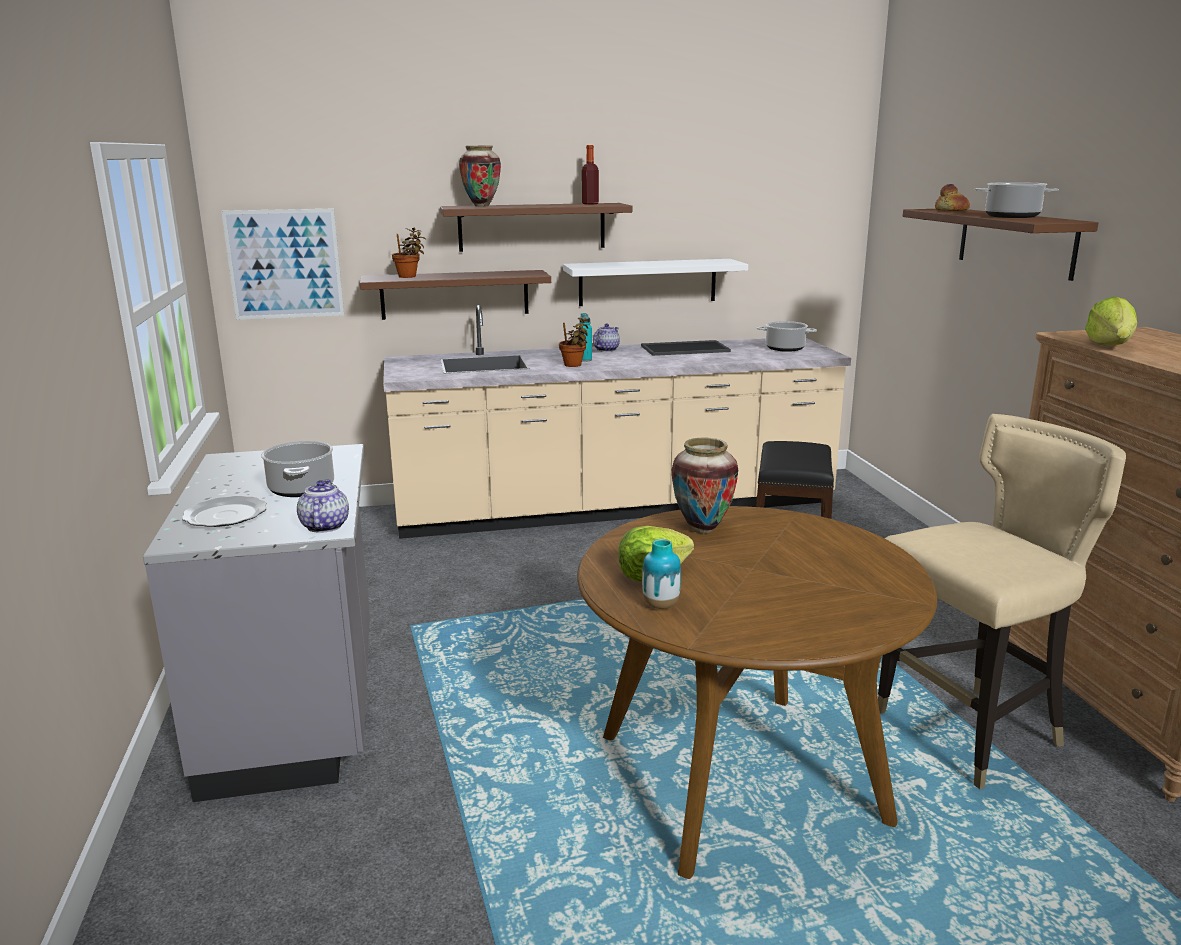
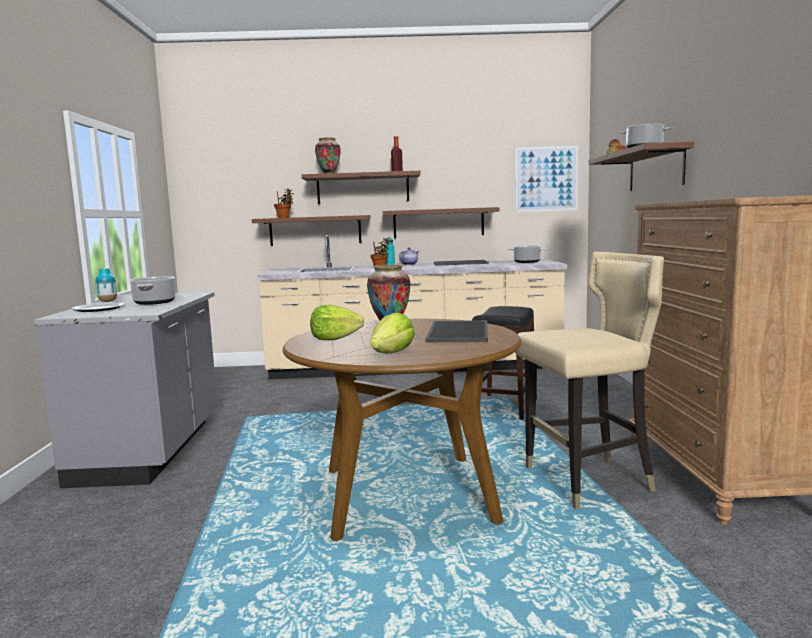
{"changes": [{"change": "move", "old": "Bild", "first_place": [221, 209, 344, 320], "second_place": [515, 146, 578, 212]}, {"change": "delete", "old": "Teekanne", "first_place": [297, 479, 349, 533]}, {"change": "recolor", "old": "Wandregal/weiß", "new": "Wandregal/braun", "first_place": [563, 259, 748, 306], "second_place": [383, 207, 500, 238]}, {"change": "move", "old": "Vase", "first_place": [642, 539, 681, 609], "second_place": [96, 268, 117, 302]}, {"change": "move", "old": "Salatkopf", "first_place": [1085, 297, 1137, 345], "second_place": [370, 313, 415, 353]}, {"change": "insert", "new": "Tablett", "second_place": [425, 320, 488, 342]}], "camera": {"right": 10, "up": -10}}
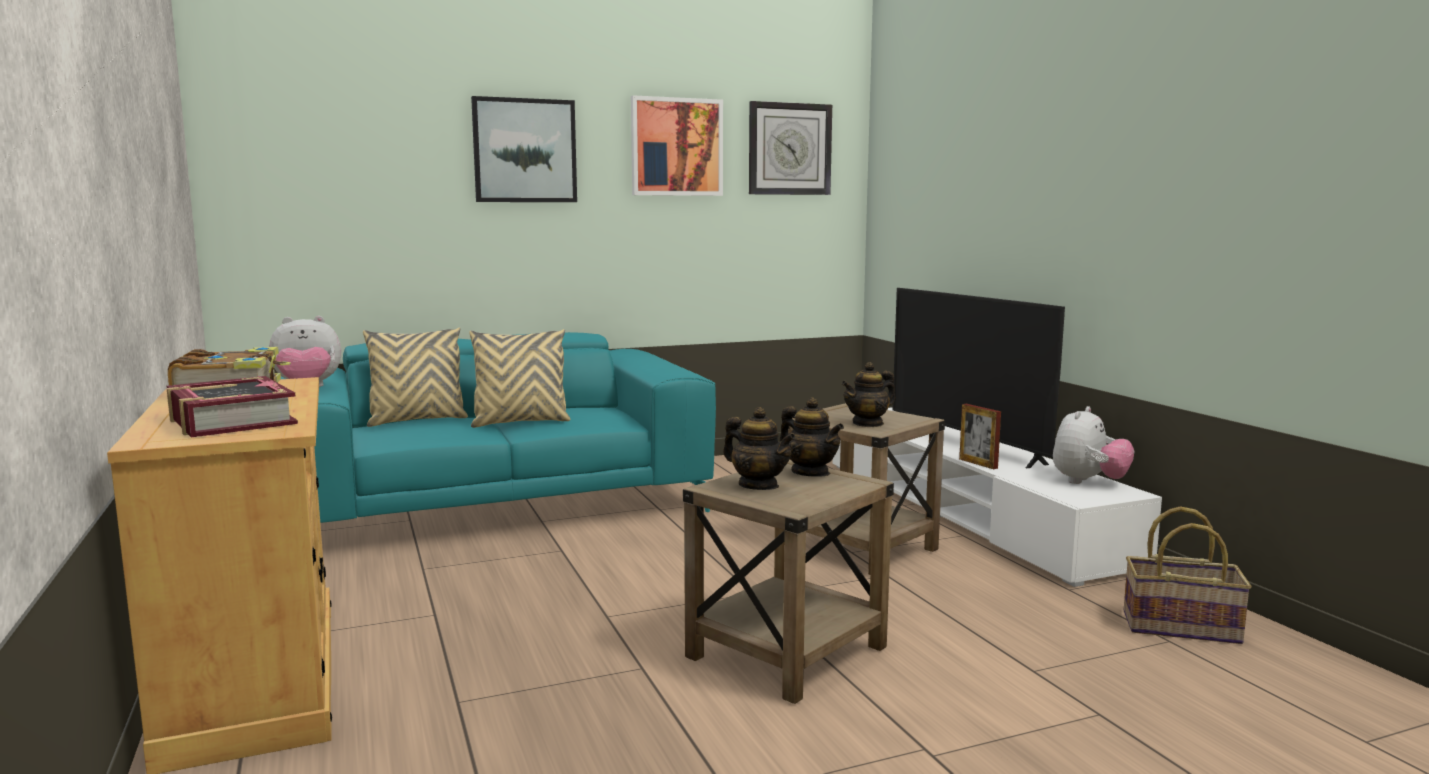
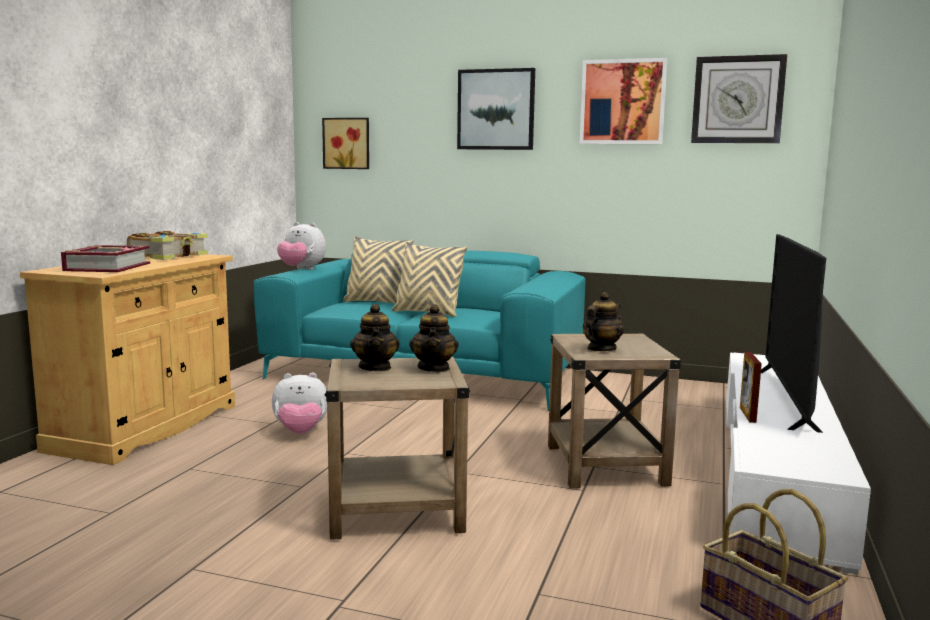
{"changes": [{"change": "rotate", "old": "Teekanne", "first_place": [841, 362, 896, 427], "second_place": [583, 292, 624, 351], "degrees": 120}, {"change": "move", "old": "Plüschtier", "first_place": [1053, 406, 1134, 484], "second_place": [272, 372, 327, 434]}, {"change": "insert", "new": "Bild", "second_place": [322, 118, 369, 169]}], "camera": {"right": 40, "up": 0}}
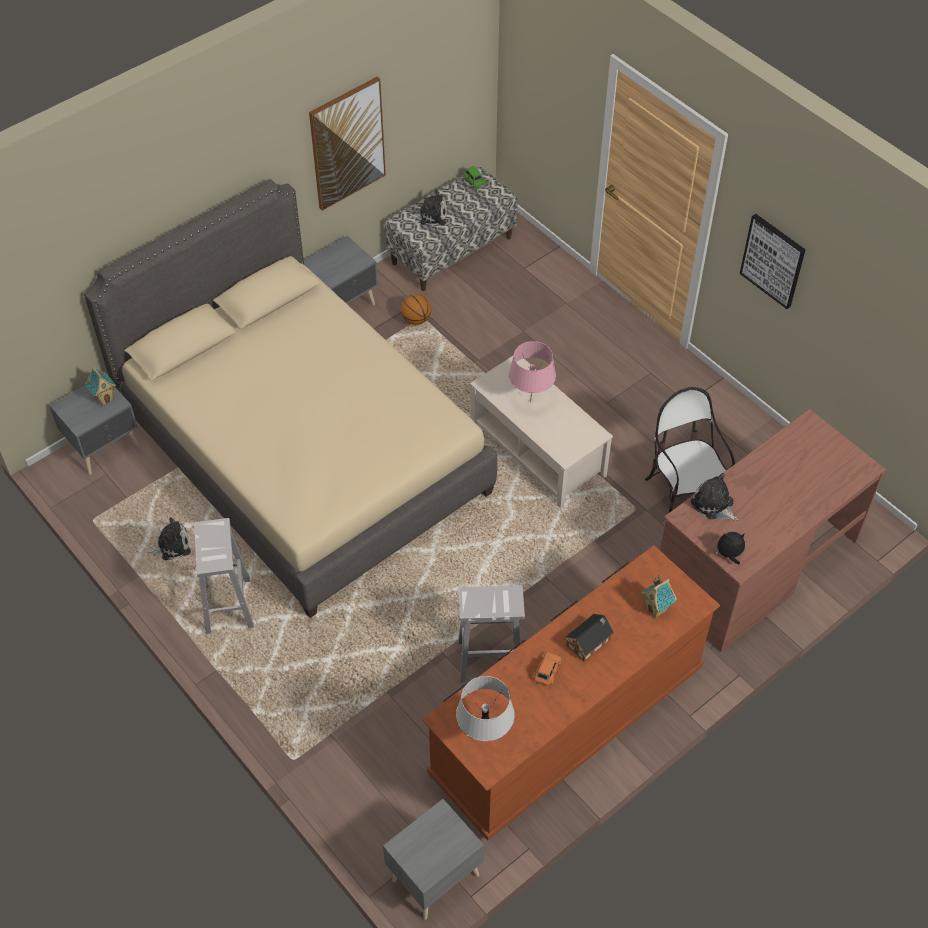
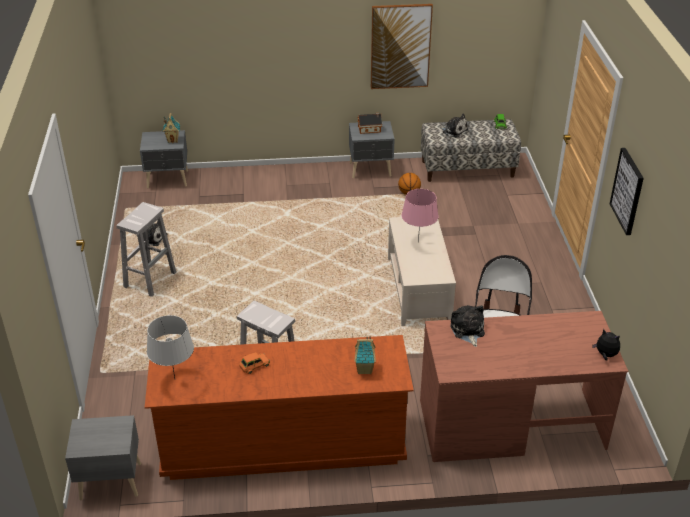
{"changes": [{"change": "delete", "old": "Bett/beige", "first_place": [84, 179, 497, 618]}, {"change": "move", "old": "Spielzeughaus", "first_place": [566, 614, 614, 662], "second_place": [358, 113, 382, 134]}, {"change": "move", "old": "Plüschtier", "first_place": [716, 532, 745, 564], "second_place": [593, 329, 620, 361]}], "camera": {"right": 35, "up": -15}}
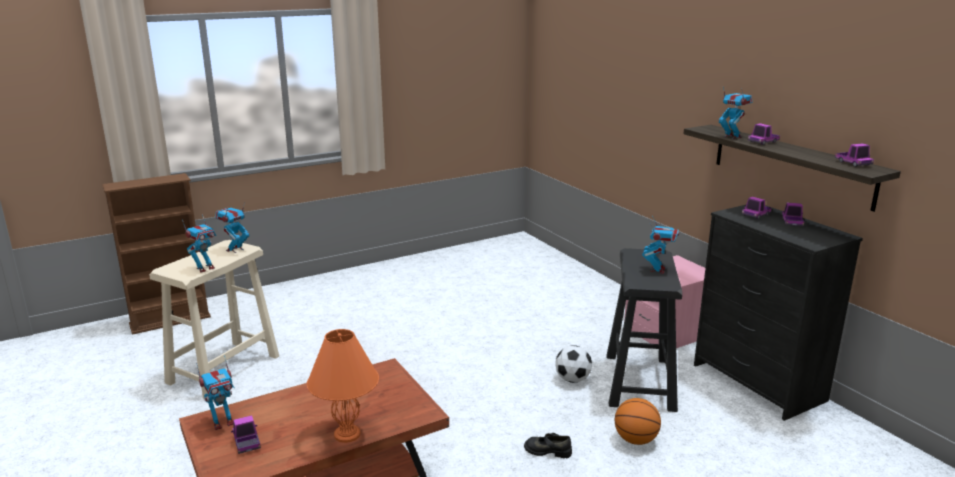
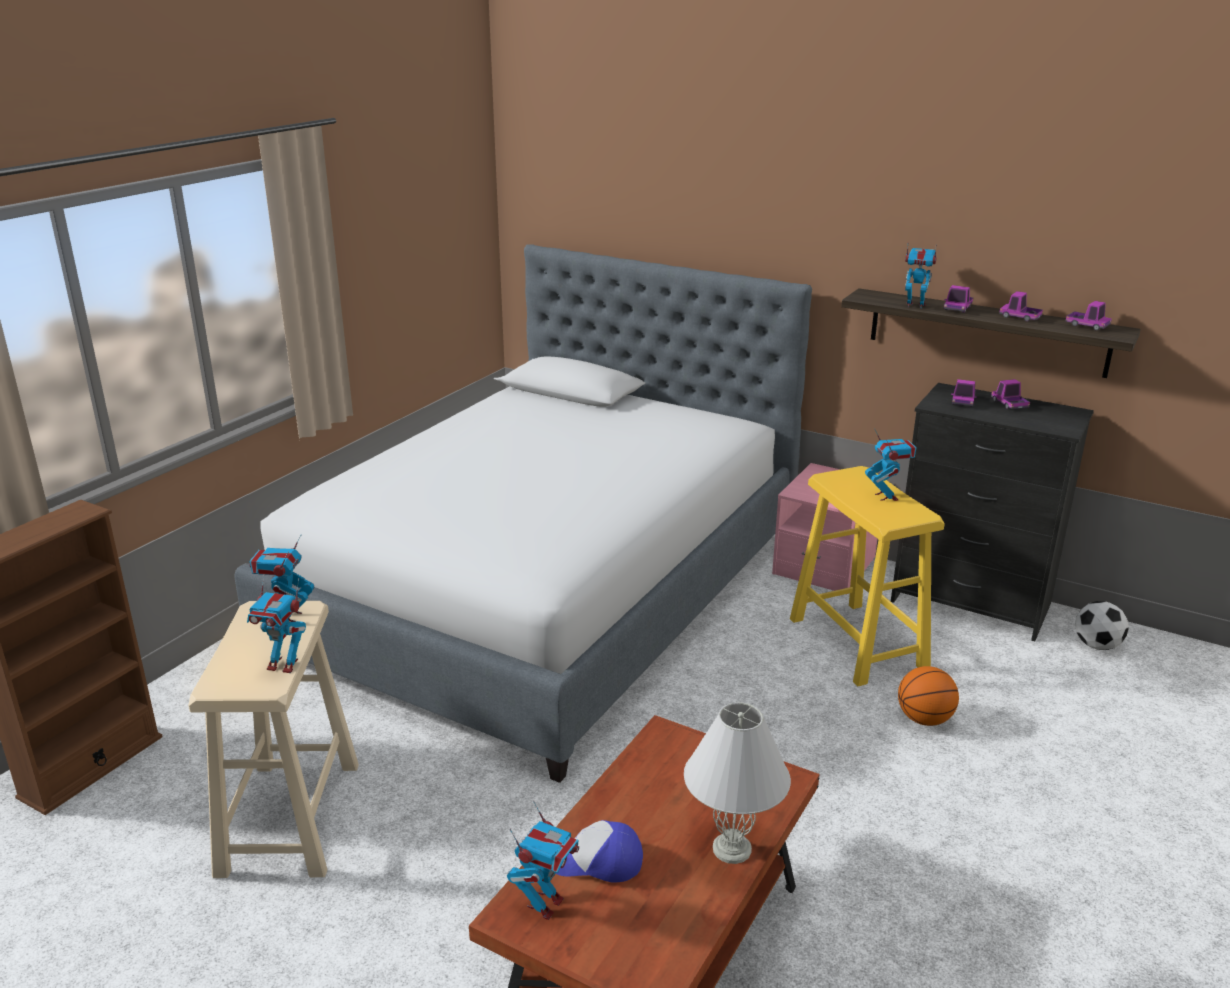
{"changes": [{"change": "rotate", "old": "Spielzeugroboter", "first_place": [182, 214, 216, 273], "second_place": [247, 574, 306, 673], "degrees": 90}, {"change": "move", "old": "Spielzeuglaster", "first_place": [231, 415, 261, 454], "second_place": [999, 291, 1043, 321]}, {"change": "recolor", "old": "Tischlampe/orange", "new": "Tischlampe/weiß", "first_place": [307, 329, 379, 443], "second_place": [684, 703, 791, 864]}, {"change": "delete", "old": "Schuh/schwarz", "first_place": [524, 433, 572, 458]}, {"change": "move", "old": "Fußball", "first_place": [555, 345, 592, 383], "second_place": [1075, 601, 1129, 650]}, {"change": "recolor", "old": "Hocker/schwarz", "new": "Hocker/gelb", "first_place": [606, 248, 682, 412], "second_place": [790, 466, 945, 687]}, {"change": "insert", "new": "Bett", "second_place": [234, 244, 812, 783]}, {"change": "insert", "new": "Kappe", "second_place": [556, 820, 643, 883]}], "camera": {"right": -30, "up": 5}}
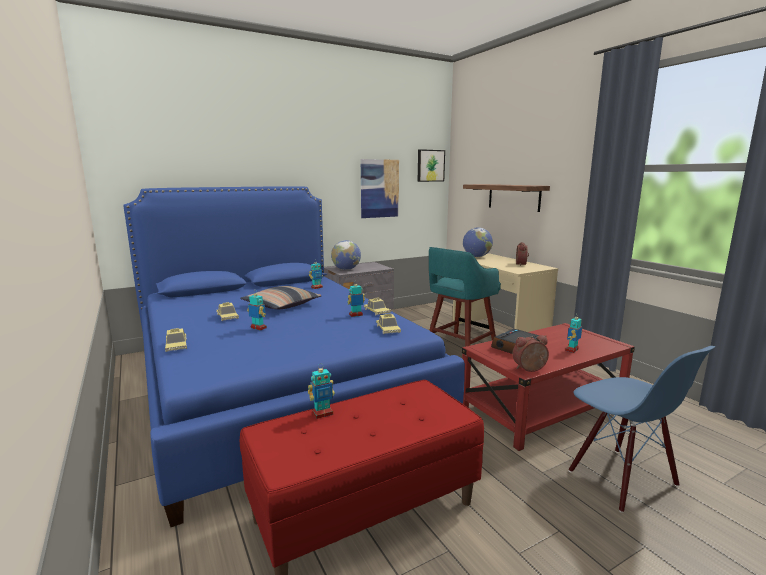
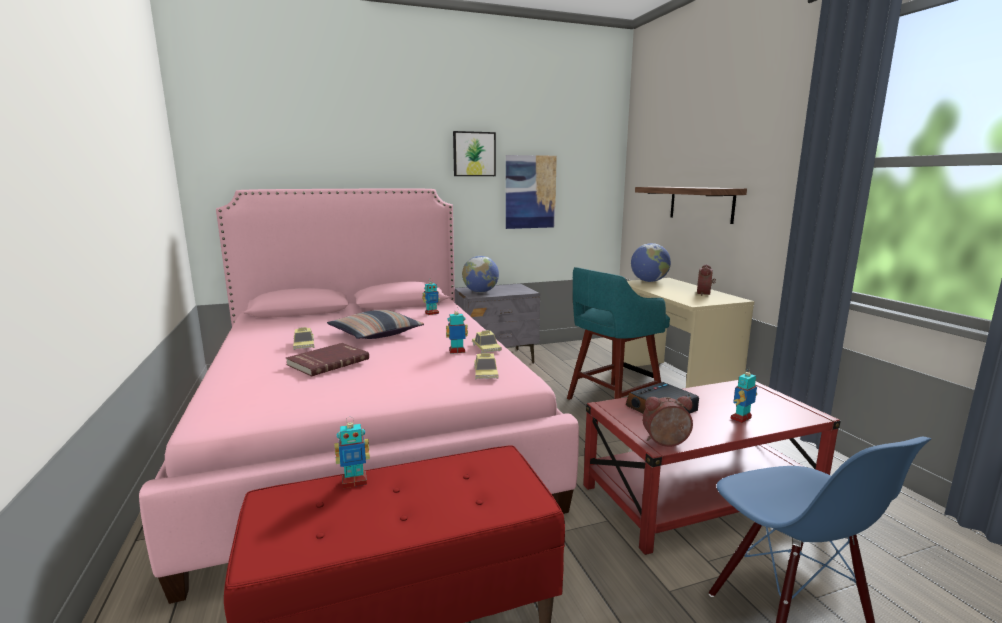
{"changes": [{"change": "recolor", "old": "Bett/blau", "new": "Bett/rosa", "first_place": [123, 186, 465, 527], "second_place": [139, 188, 579, 604]}, {"change": "delete", "old": "Spielzeugauto", "first_place": [165, 328, 187, 352]}, {"change": "replace", "old": "Spielzeugroboter", "new": "Buch/rot", "first_place": [247, 293, 267, 330], "second_place": [286, 343, 369, 377]}, {"change": "move", "old": "Bild", "first_place": [418, 149, 445, 182], "second_place": [453, 131, 496, 176]}], "camera": {"right": 10, "up": 0}}
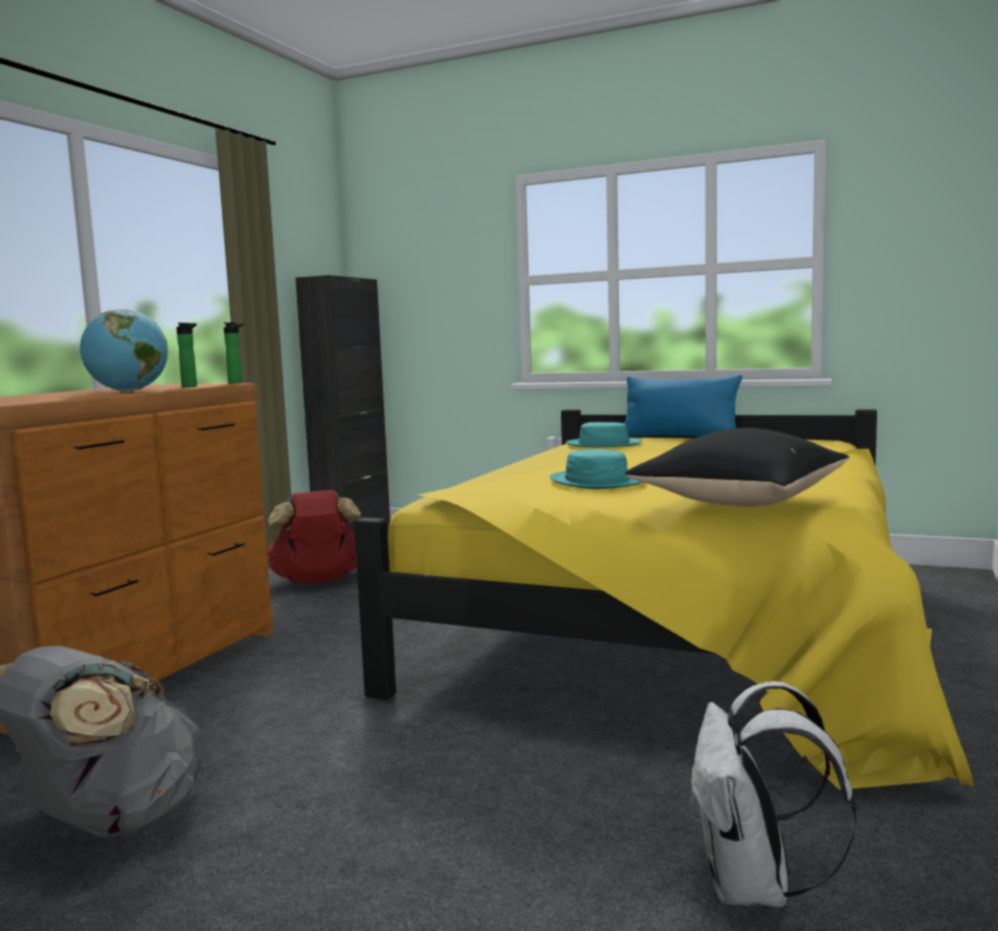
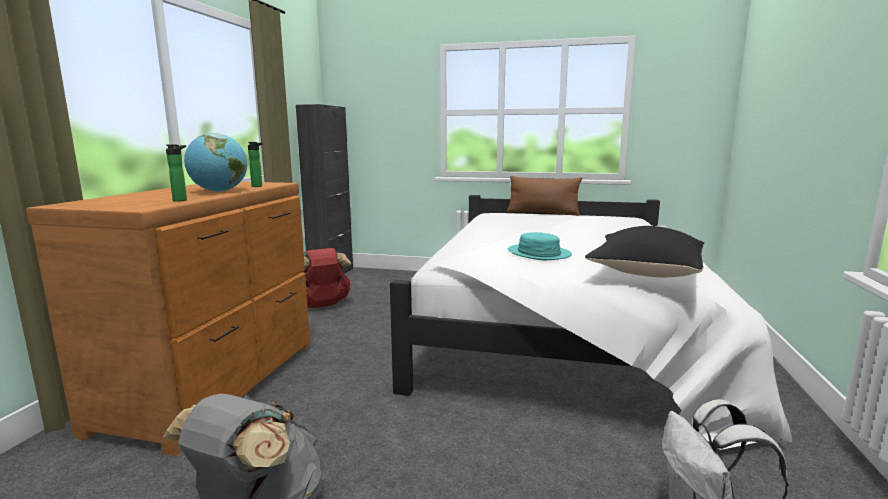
{"changes": [{"change": "move", "old": "Flasche", "first_place": [224, 322, 244, 384], "second_place": [166, 144, 187, 202]}, {"change": "recolor", "old": "Bett/gelb", "new": "Bett/weiß", "first_place": [354, 409, 974, 790], "second_place": [390, 195, 792, 450]}, {"change": "delete", "old": "Hut/türkis", "first_place": [566, 422, 642, 447]}, {"change": "recolor", "old": "Kissen/blau", "new": "Kissen/braun", "first_place": [624, 375, 742, 437], "second_place": [507, 176, 582, 216]}], "camera": {"right": -10, "up": 5}}
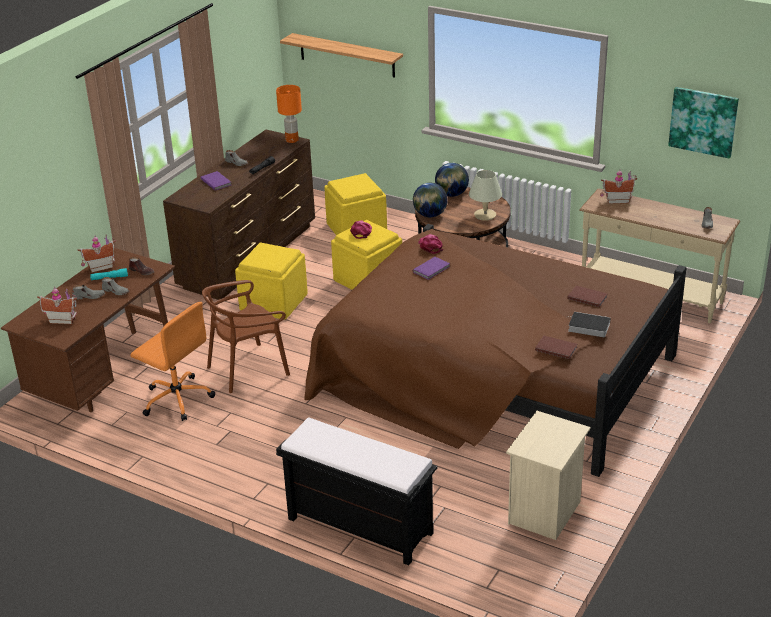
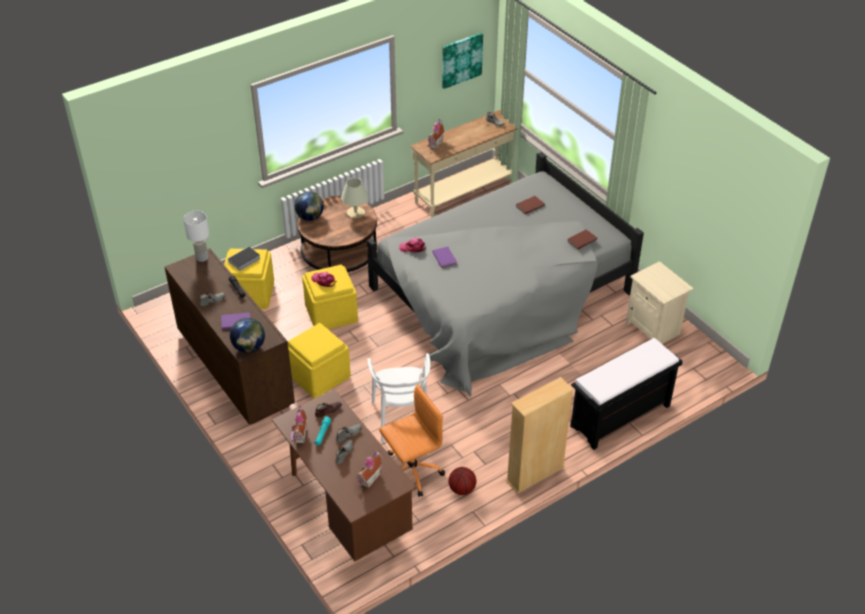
{"changes": [{"change": "recolor", "old": "Stuhl/braun", "new": "Stuhl/weiß", "first_place": [202, 280, 290, 393], "second_place": [368, 353, 430, 442]}, {"change": "recolor", "old": "Tischlampe/orange", "new": "Tischlampe/weiß", "first_place": [276, 85, 302, 143], "second_place": [183, 211, 209, 262]}, {"change": "delete", "old": "Wandregal", "first_place": [280, 33, 403, 78]}, {"change": "recolor", "old": "Bett/braun", "new": "Bett/grau", "first_place": [305, 224, 686, 477], "second_place": [367, 152, 644, 397]}, {"change": "move", "old": "Globus", "first_place": [413, 183, 448, 217], "second_place": [230, 318, 265, 353]}, {"change": "move", "old": "Buch", "first_place": [568, 312, 611, 337], "second_place": [228, 247, 261, 271]}, {"change": "insert", "new": "Basketball", "second_place": [448, 467, 476, 495]}, {"change": "insert", "new": "Bücherregal/beige", "second_place": [506, 377, 574, 494]}], "camera": {"right": -65, "up": 10}}
